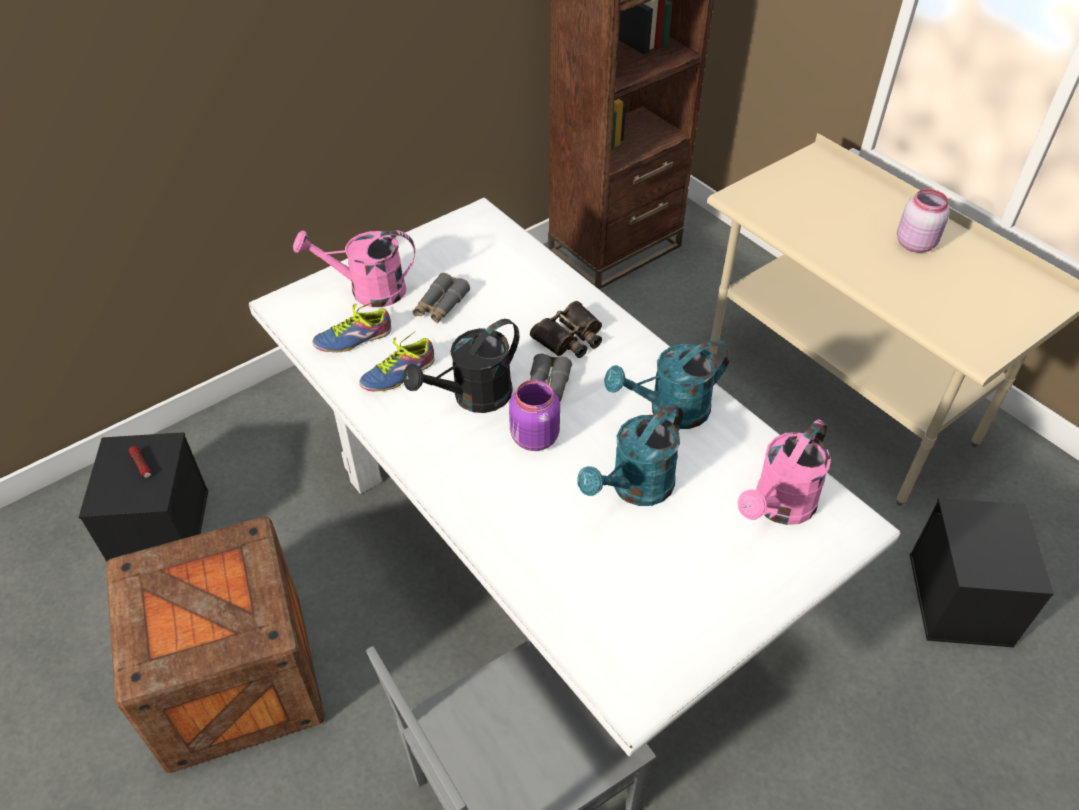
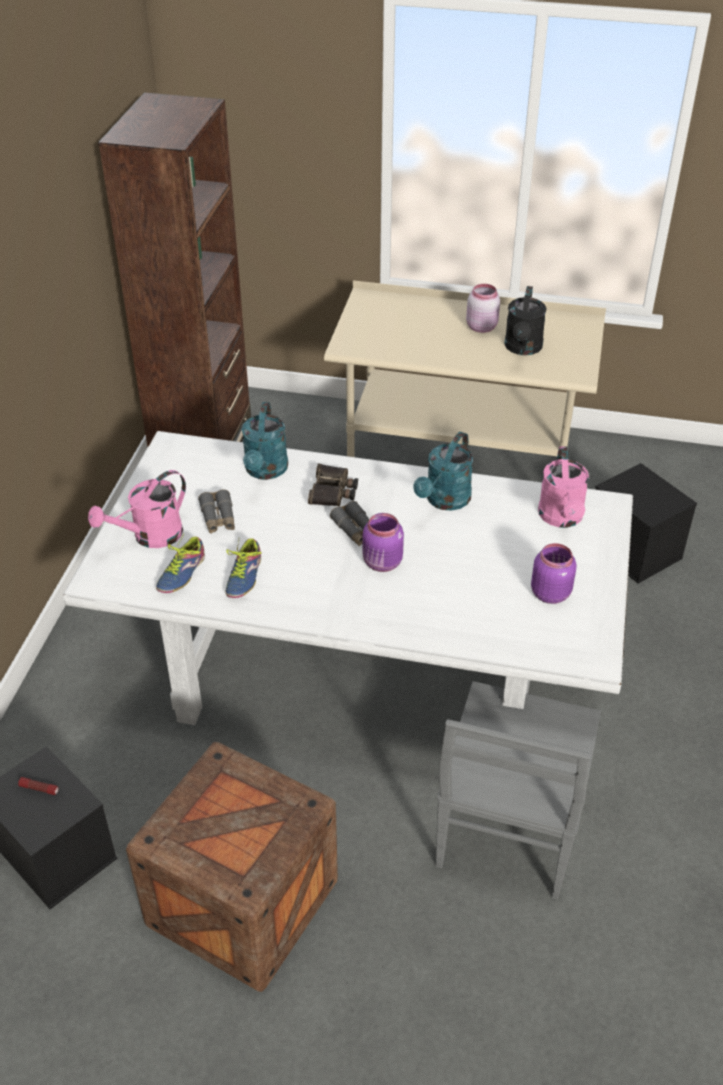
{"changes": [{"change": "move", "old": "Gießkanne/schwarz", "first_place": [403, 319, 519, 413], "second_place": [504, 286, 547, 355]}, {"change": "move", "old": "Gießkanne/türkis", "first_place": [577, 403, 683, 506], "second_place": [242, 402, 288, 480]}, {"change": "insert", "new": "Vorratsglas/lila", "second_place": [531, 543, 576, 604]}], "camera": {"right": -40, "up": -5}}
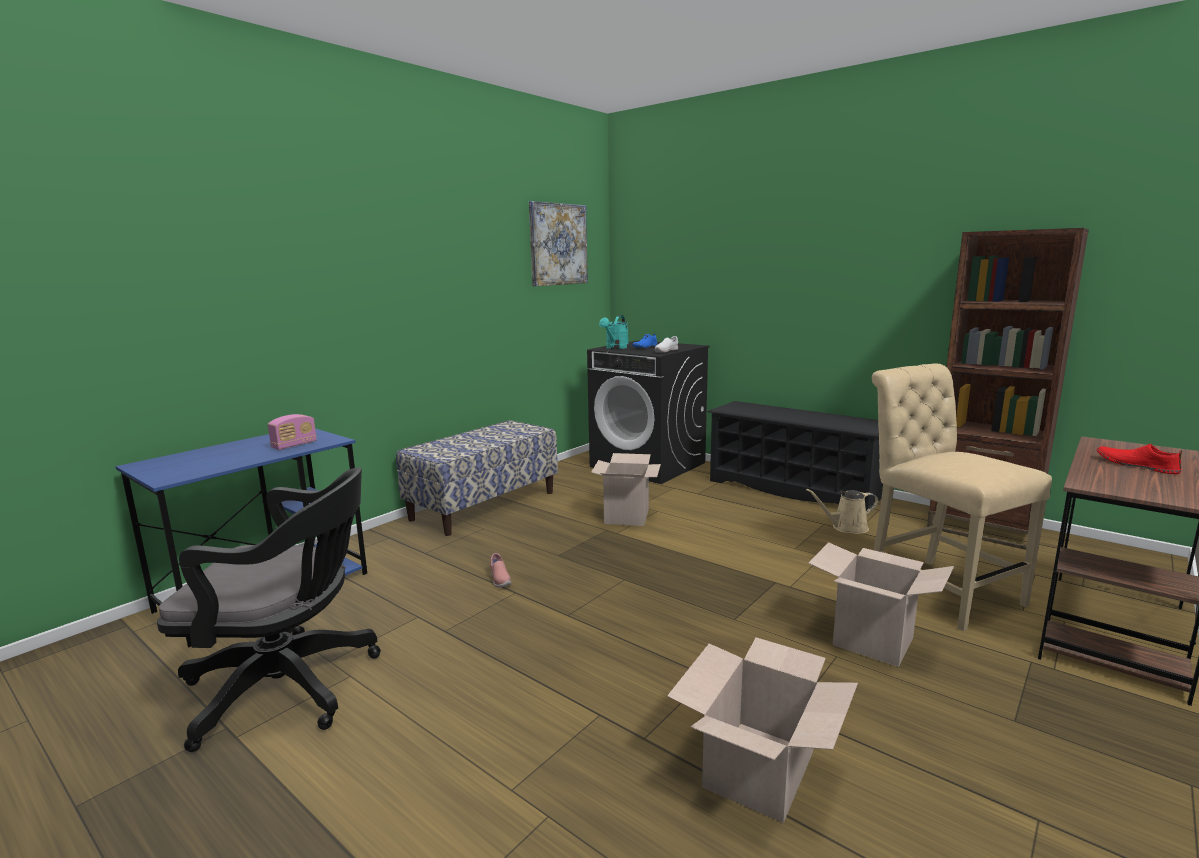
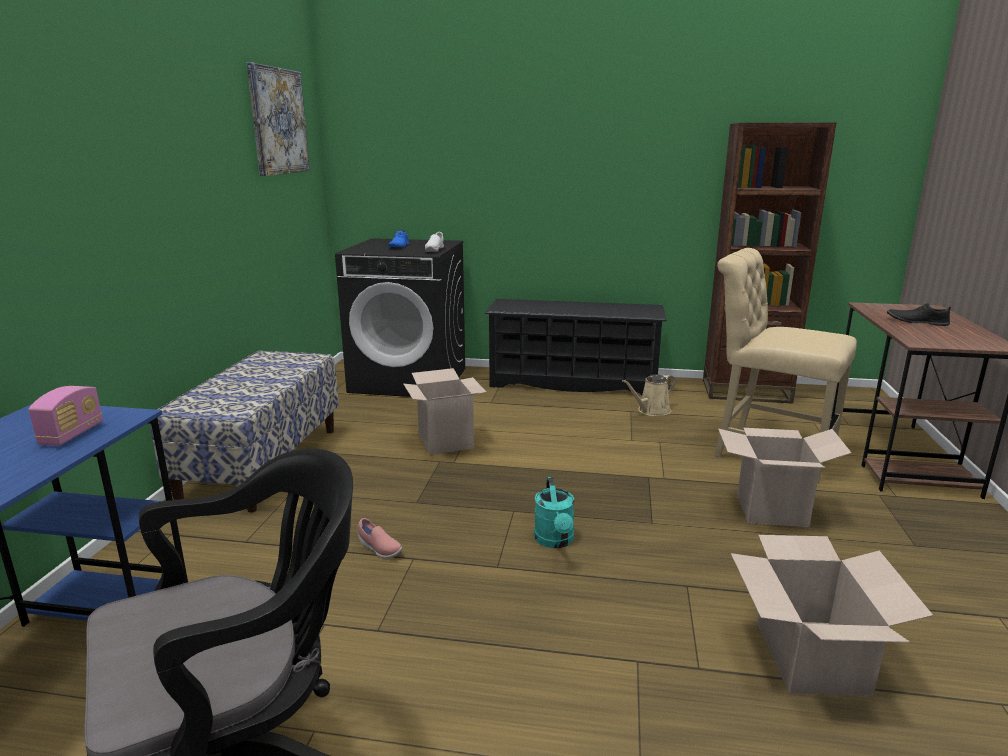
{"changes": [{"change": "move", "old": "Gießkanne/türkis", "first_place": [599, 315, 629, 349], "second_place": [534, 477, 575, 548]}, {"change": "recolor", "old": "Schuh/rot", "new": "Schuh/schwarz", "first_place": [1097, 444, 1182, 474], "second_place": [887, 304, 951, 326]}], "camera": {"right": -30, "up": 5}}
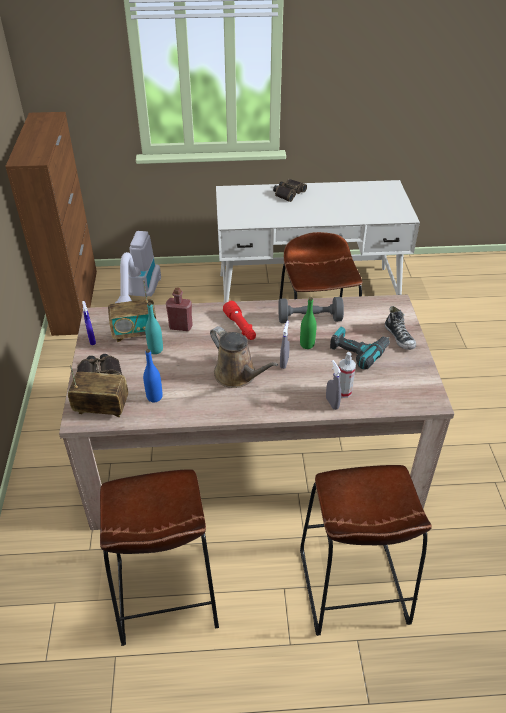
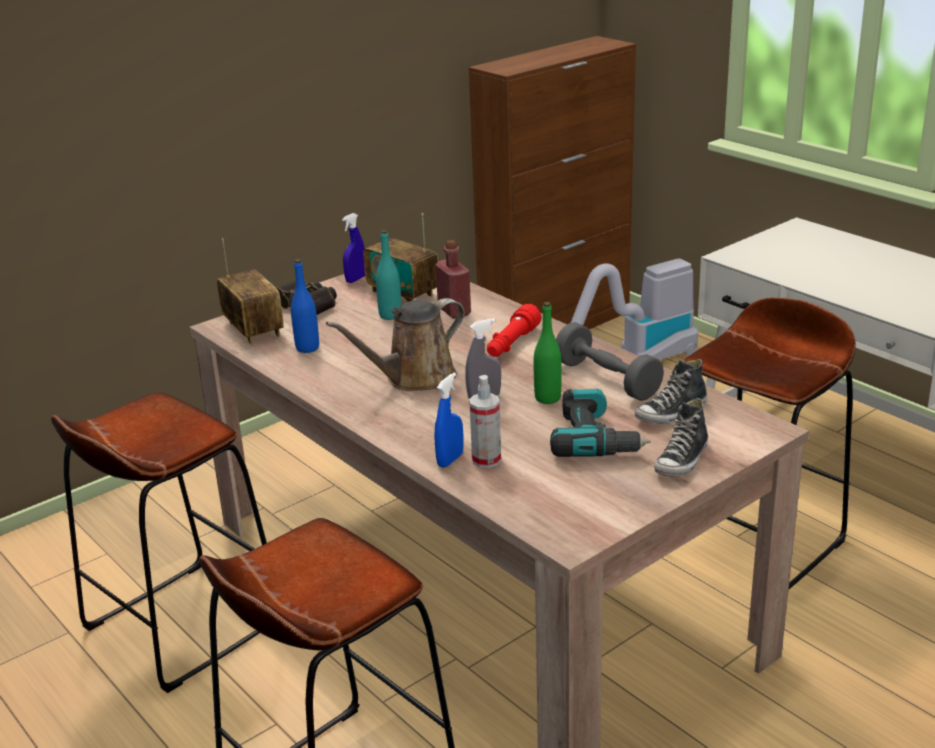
{"changes": [{"change": "rotate", "old": "Gießkanne/braun", "first_place": [210, 326, 279, 388], "second_place": [326, 298, 465, 391], "degrees": 45}, {"change": "delete", "old": "Fernglas", "first_place": [273, 179, 307, 202]}, {"change": "recolor", "old": "Sprühflasche/grau", "new": "Sprühflasche/blau", "first_place": [326, 360, 341, 410], "second_place": [434, 373, 463, 468]}, {"change": "insert", "new": "Schuh", "second_place": [635, 359, 707, 424]}], "camera": {"right": 55, "up": -15}}
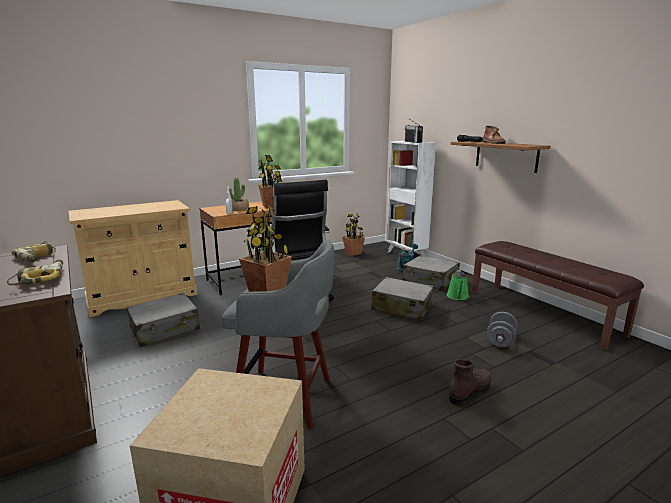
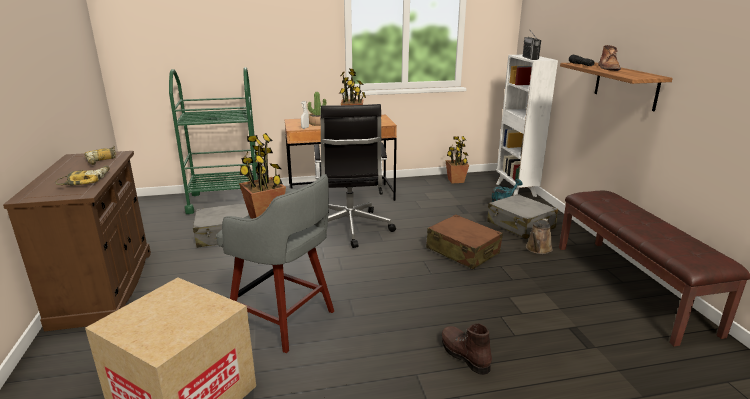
{"changes": [{"change": "replace", "old": "Schrank/beige", "new": "Rollwagen/grün", "first_place": [68, 200, 198, 317], "second_place": [169, 67, 258, 214]}, {"change": "recolor", "old": "Koffer/grau", "new": "Koffer/braun", "first_place": [371, 277, 434, 320], "second_place": [426, 215, 503, 269]}, {"change": "recolor", "old": "Gießkanne/grün", "new": "Gießkanne/braun", "first_place": [447, 270, 469, 300], "second_place": [526, 218, 553, 254]}, {"change": "rotate", "old": "Stiefel/braun", "first_place": [449, 359, 491, 406], "second_place": [442, 323, 492, 375], "degrees": -105}, {"change": "delete", "old": "Hantel/grau", "first_place": [487, 312, 517, 347]}], "camera": {"right": 20, "up": 5}}
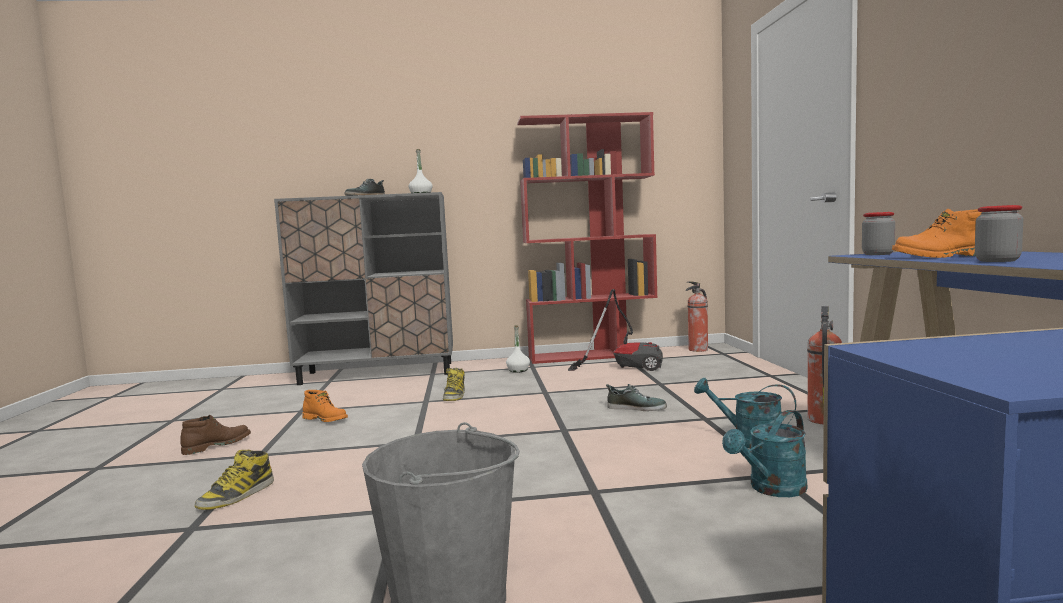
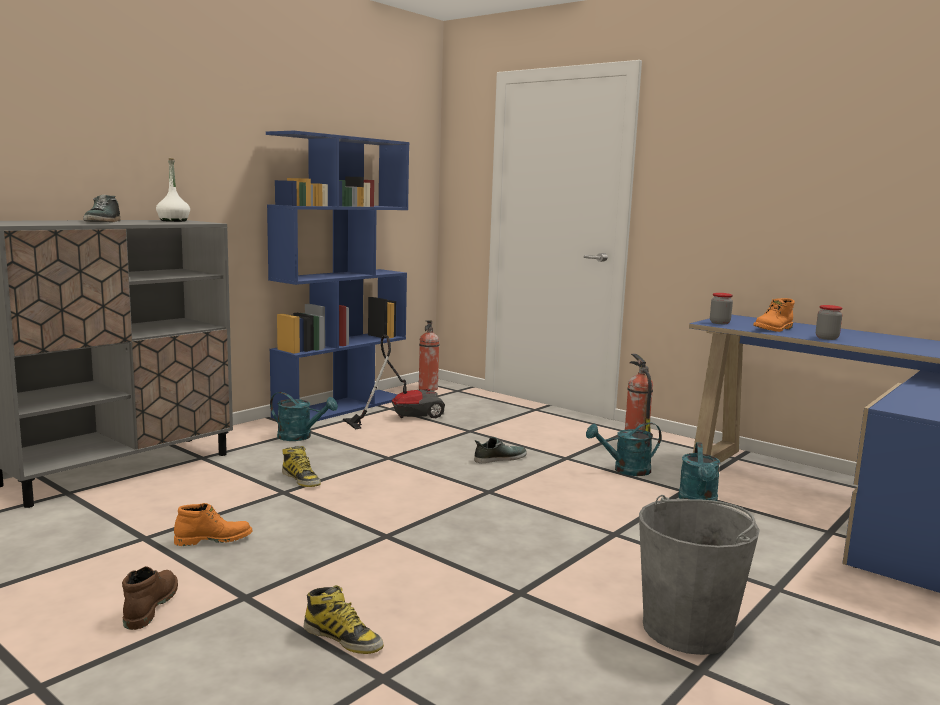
{"changes": [{"change": "rotate", "old": "Stiefel", "first_place": [195, 450, 274, 510], "second_place": [304, 585, 384, 654], "degrees": -45}, {"change": "replace", "old": "Flasche/weiß", "new": "Gießkanne/türkis", "first_place": [506, 326, 530, 373], "second_place": [270, 392, 338, 441]}, {"change": "recolor", "old": "Bücherregal/rot", "new": "Bücherregal/blau", "first_place": [517, 112, 658, 364], "second_place": [266, 131, 409, 421]}], "camera": {"right": -45, "up": 5}}
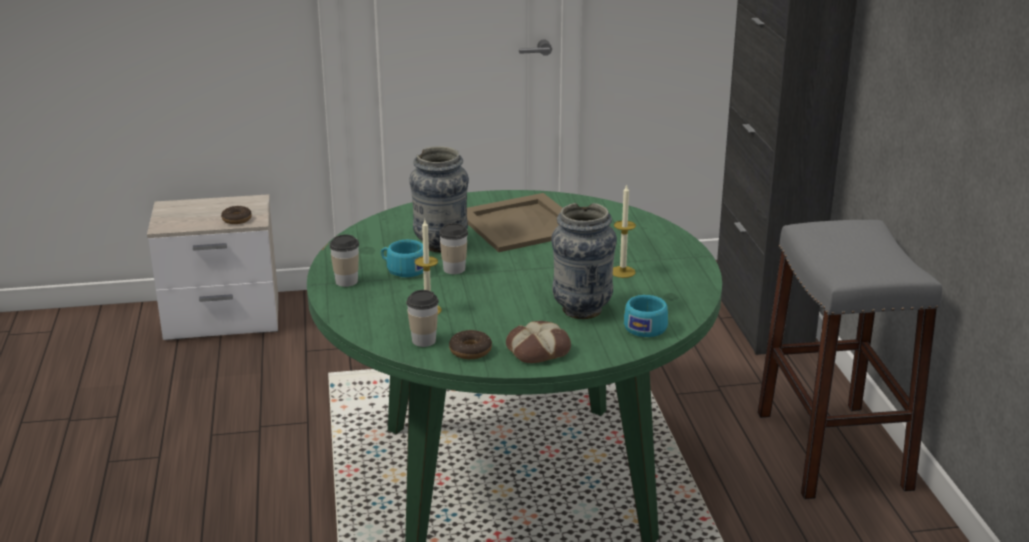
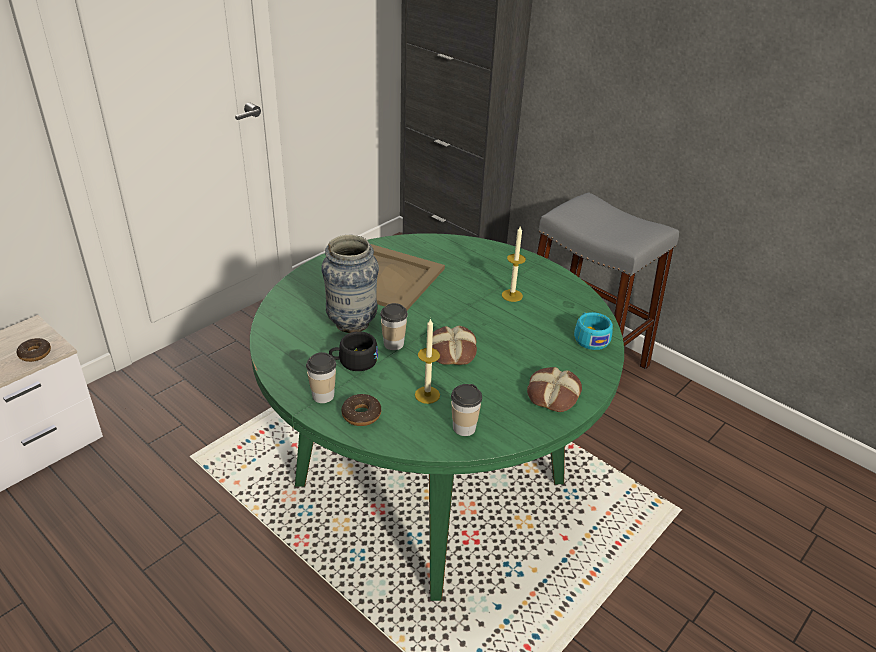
{"changes": [{"change": "recolor", "old": "Tasse/türkis", "new": "Tasse/schwarz", "first_place": [381, 240, 423, 277], "second_place": [329, 331, 378, 371]}, {"change": "move", "old": "Donut", "first_place": [449, 330, 492, 359], "second_place": [341, 394, 381, 426]}, {"change": "delete", "old": "Vase", "first_place": [551, 203, 617, 319]}, {"change": "insert", "new": "Brot", "second_place": [432, 326, 477, 365]}], "camera": {"right": -40, "up": 10}}
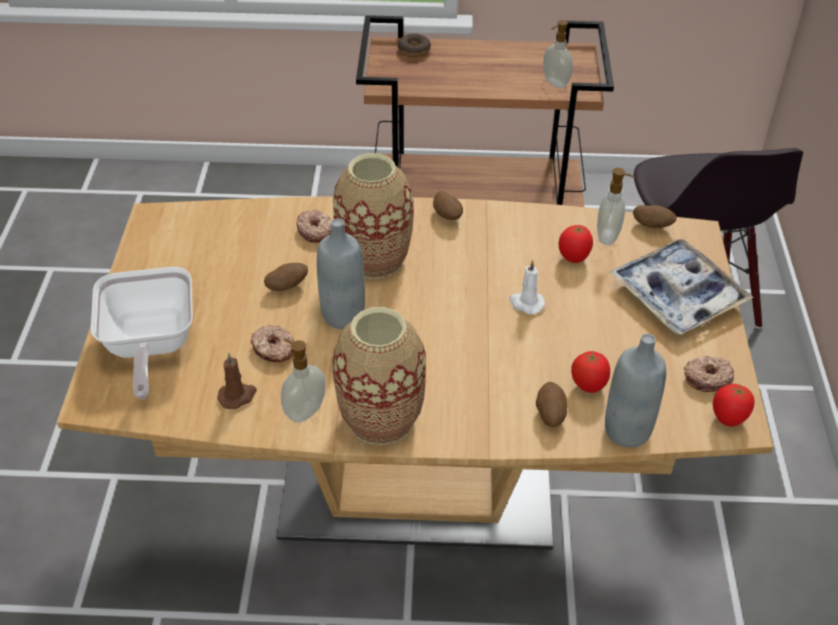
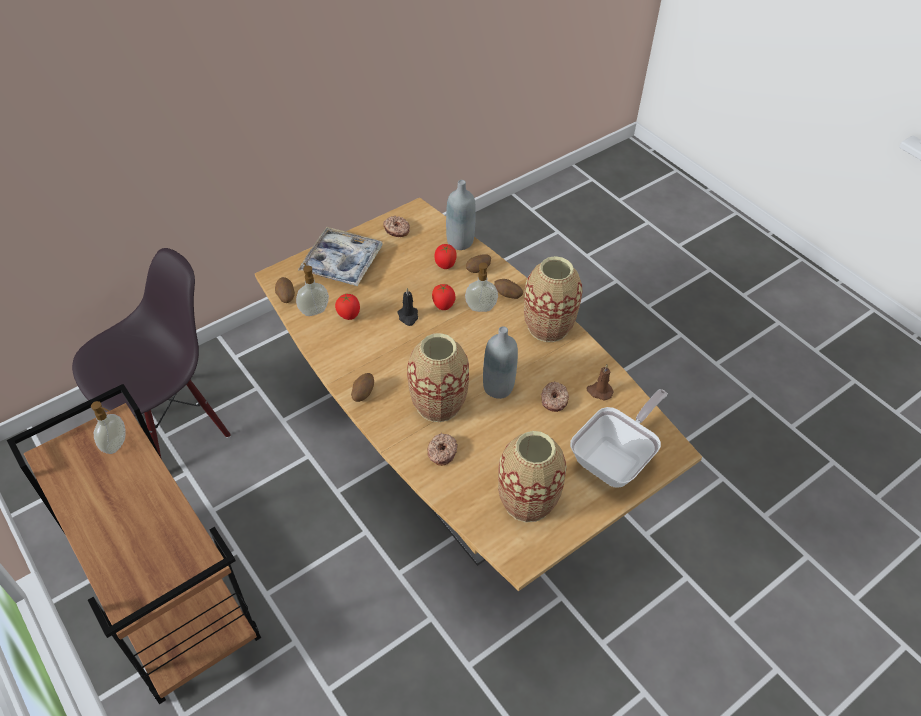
{"changes": [{"change": "move", "old": "Kartoffel", "first_place": [264, 263, 308, 291], "second_place": [494, 279, 523, 299]}, {"change": "move", "old": "Seifenspender", "first_place": [281, 339, 326, 423], "second_place": [465, 263, 498, 312]}, {"change": "delete", "old": "Donut", "first_place": [398, 34, 431, 57]}, {"change": "recolor", "old": "Kerze/weiß", "new": "Kerze/schwarz", "first_place": [509, 260, 545, 314], "second_place": [397, 288, 418, 326]}, {"change": "move", "old": "Tomate", "first_place": [713, 384, 755, 427], "second_place": [432, 284, 456, 310]}, {"change": "insert", "new": "Vase", "second_place": [498, 431, 567, 523]}], "camera": {"right": -130, "up": 5}}
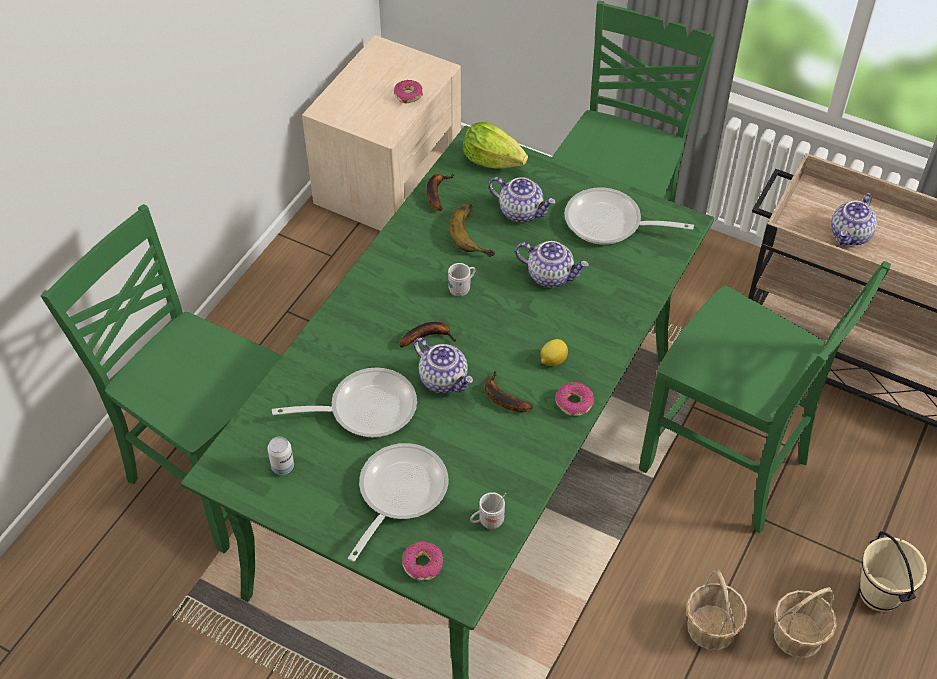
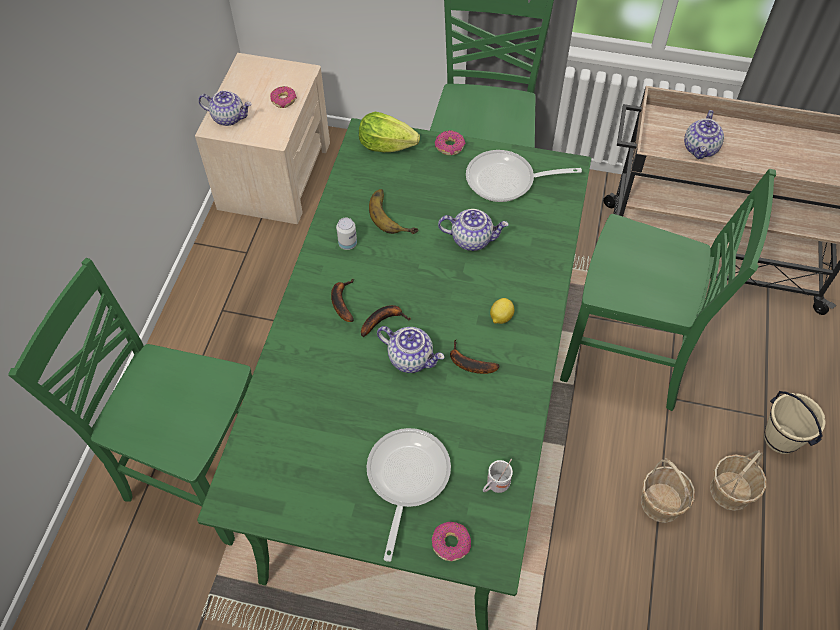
{"changes": [{"change": "move", "old": "Dose", "first_place": [267, 437, 294, 475], "second_place": [336, 218, 357, 250]}, {"change": "delete", "old": "Pfanne", "first_place": [272, 367, 417, 438]}, {"change": "move", "old": "Banane", "first_place": [426, 174, 455, 211], "second_place": [331, 278, 354, 322]}, {"change": "delete", "old": "Henkelbecher/weiß", "first_place": [448, 263, 475, 296]}, {"change": "move", "old": "Teekanne", "first_place": [489, 177, 555, 222], "second_place": [198, 90, 252, 126]}, {"change": "move", "old": "Donut", "first_place": [555, 382, 594, 416], "second_place": [435, 130, 465, 155]}], "camera": {"right": -15, "up": 5}}
